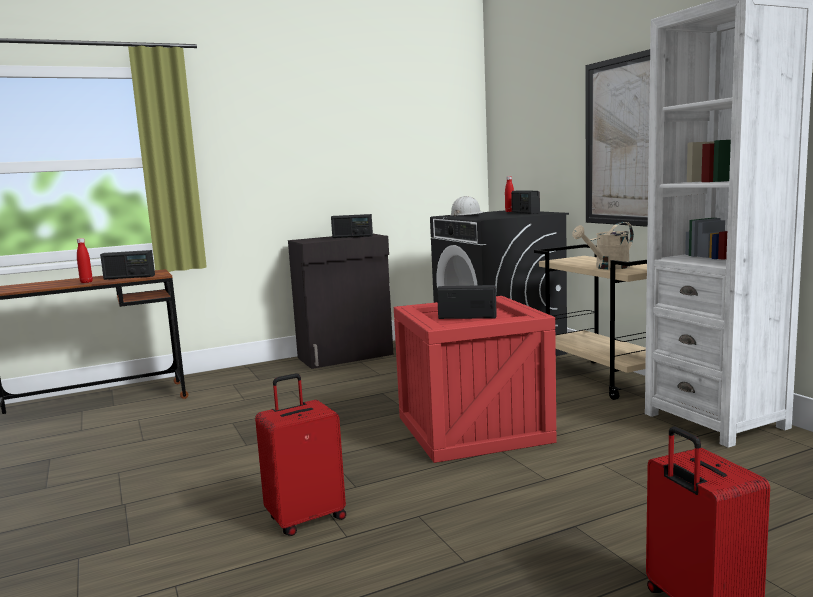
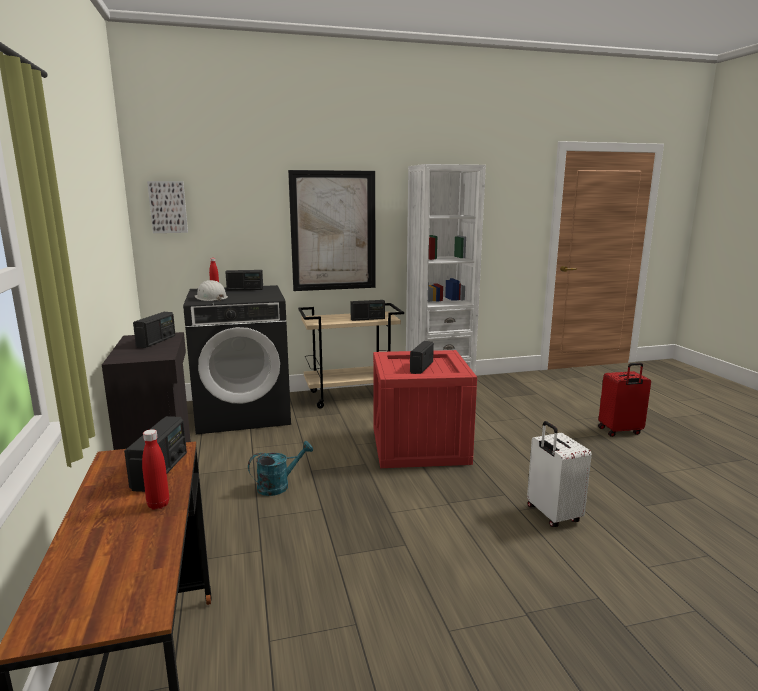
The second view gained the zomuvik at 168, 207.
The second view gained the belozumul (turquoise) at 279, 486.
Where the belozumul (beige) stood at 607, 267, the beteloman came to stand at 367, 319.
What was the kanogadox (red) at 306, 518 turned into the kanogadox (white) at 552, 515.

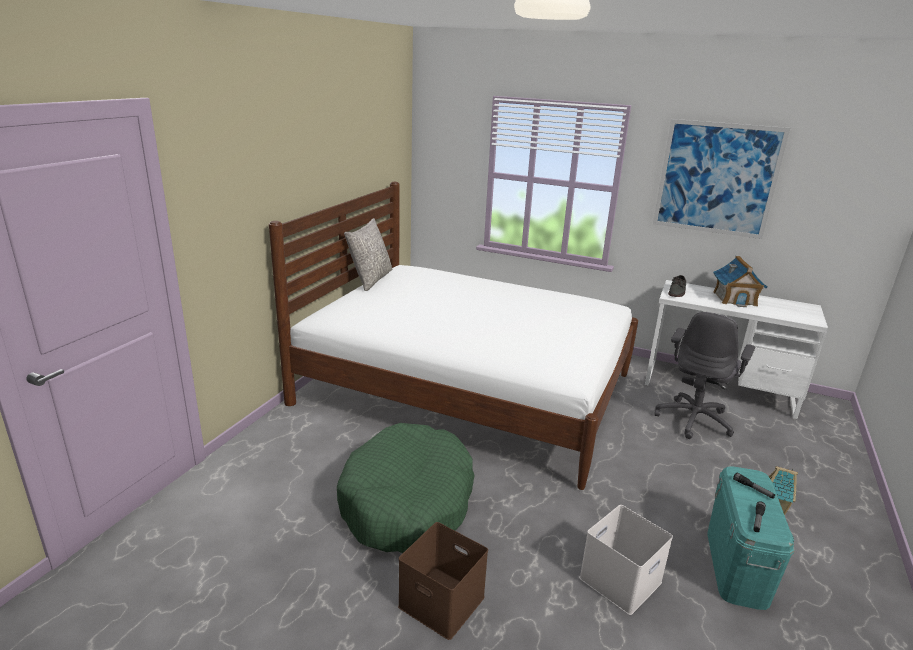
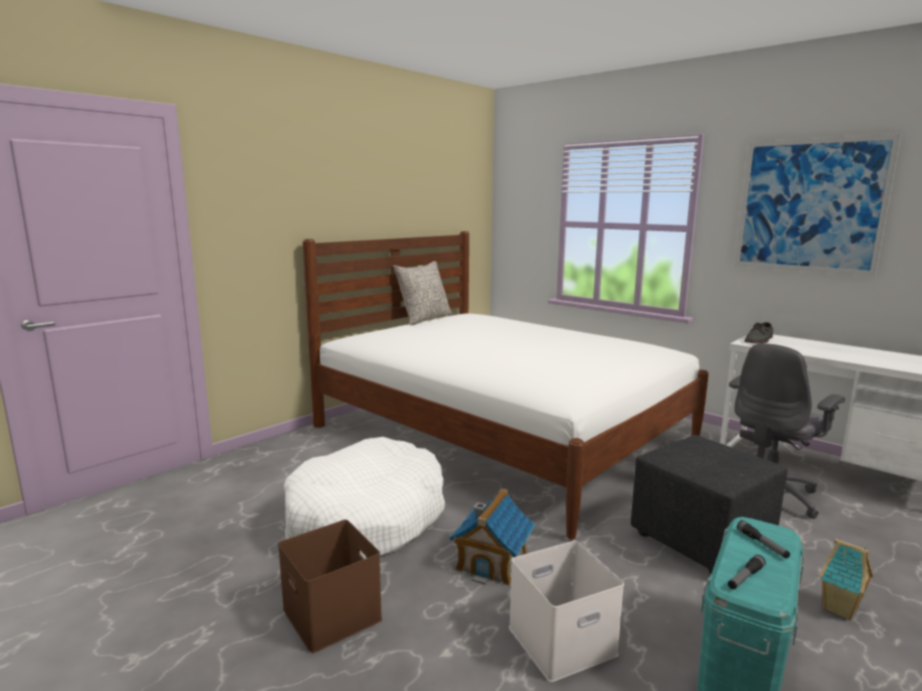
The second view gained the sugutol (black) at 702, 540.
The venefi ended up elsewhere, having gone from 734, 299 to 492, 561.
What was the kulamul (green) at 407, 502 turned into the kulamul (white) at 365, 518.

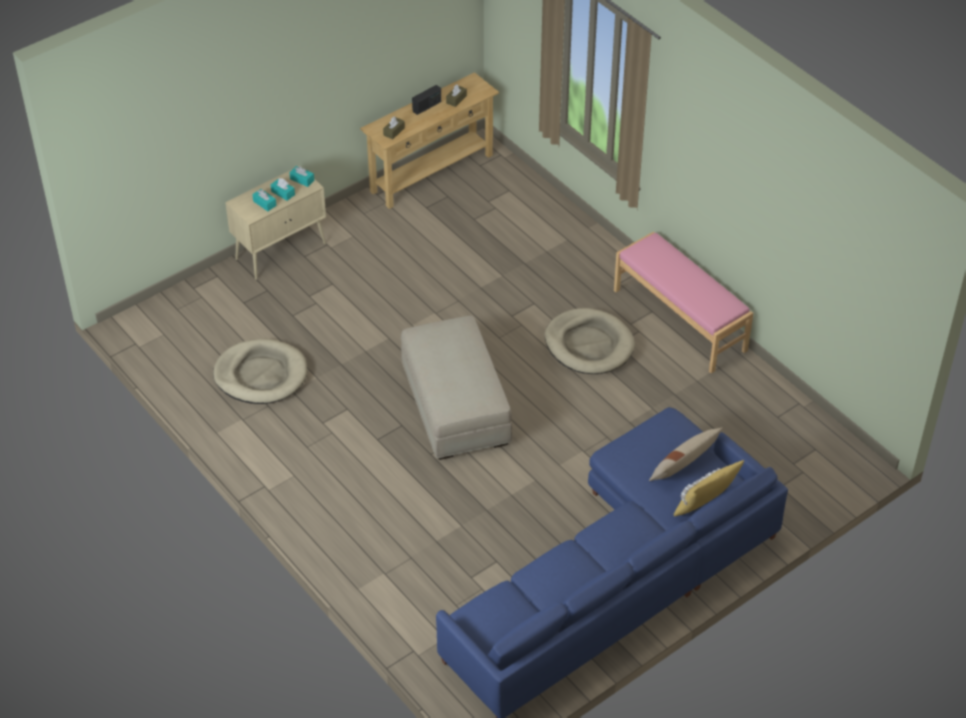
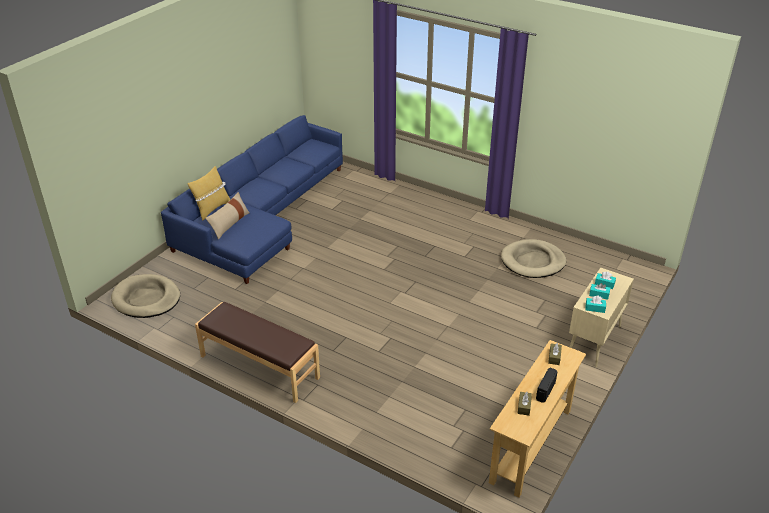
The second view lost the sugutol (beige) at 455, 404.
The kulamul (beige) ended up elsewhere, having gone from 589, 345 to 146, 299.
What was the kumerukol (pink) at 680, 320 turned into the kumerukol (brown) at 259, 367.

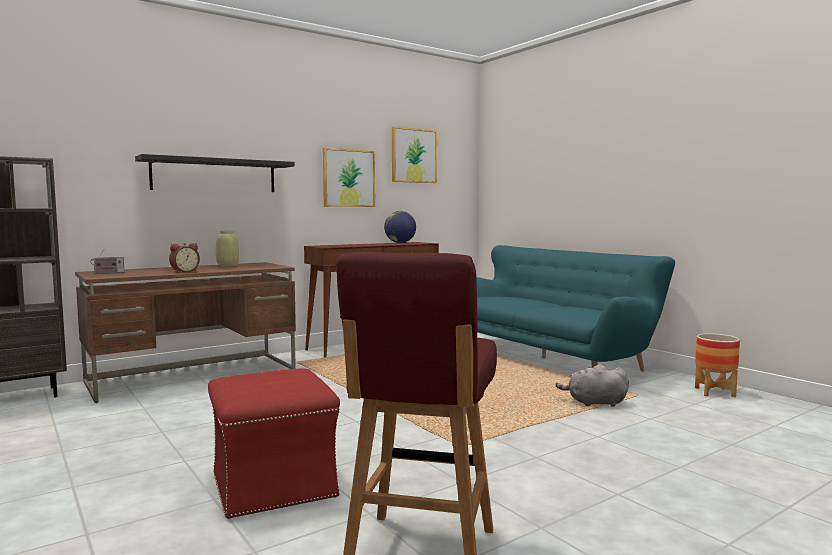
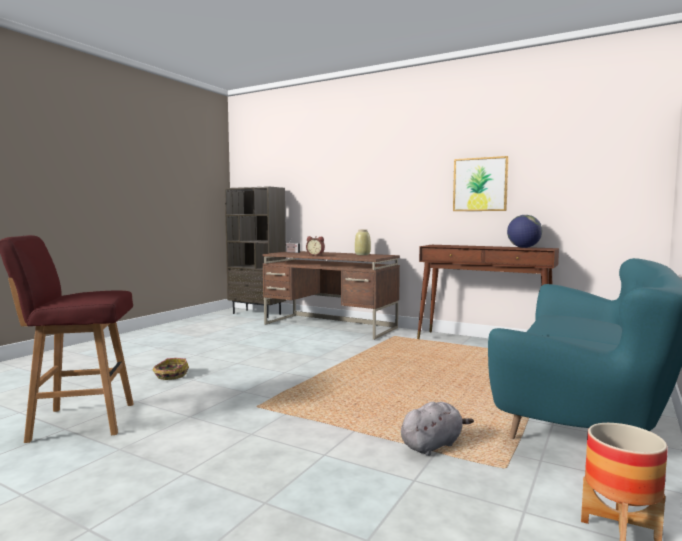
The second view lost the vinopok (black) at 214, 175.
The second view lost the zomuvik at 413, 155.
Where the sugutol (red) stood at 273, 484, the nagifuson came to stand at 170, 375.
The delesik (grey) at 594, 403 ended up facing another way, 75 degrees clockwise from before.

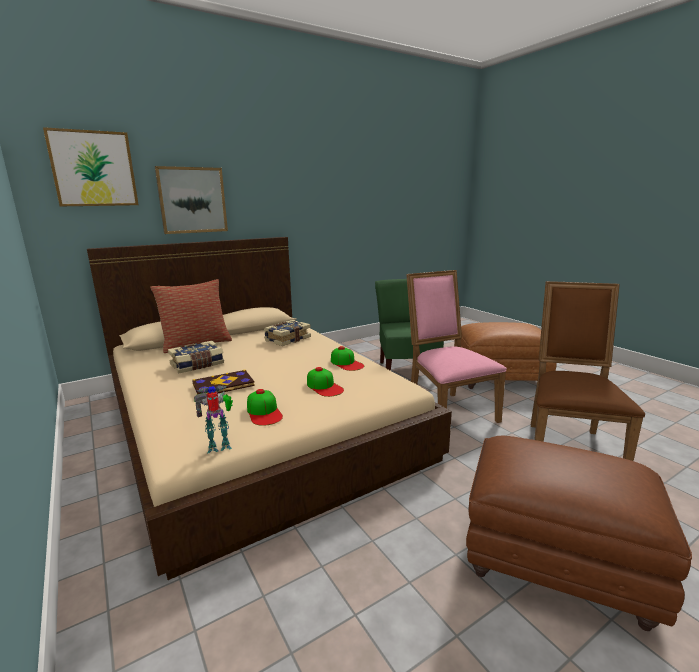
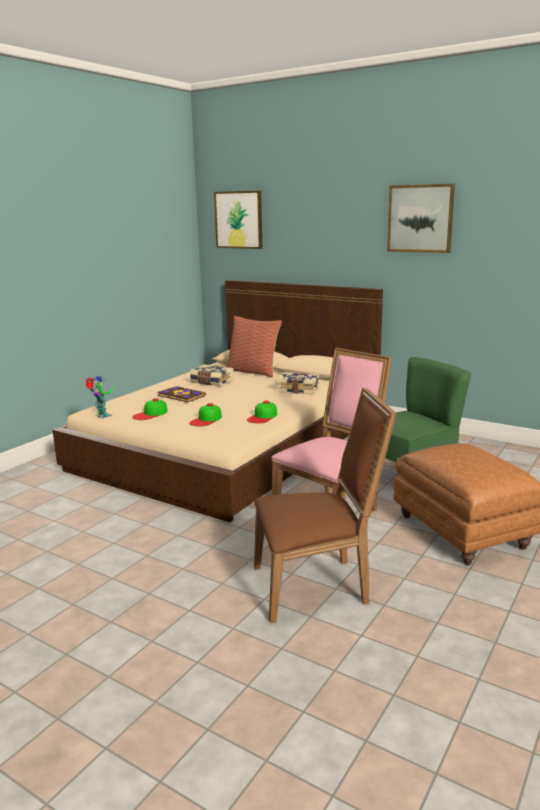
The second view lost the sugutol (brown) at 553, 562.
The zomuvik ended up elsewhere, having gone from 192, 200 to 420, 218.

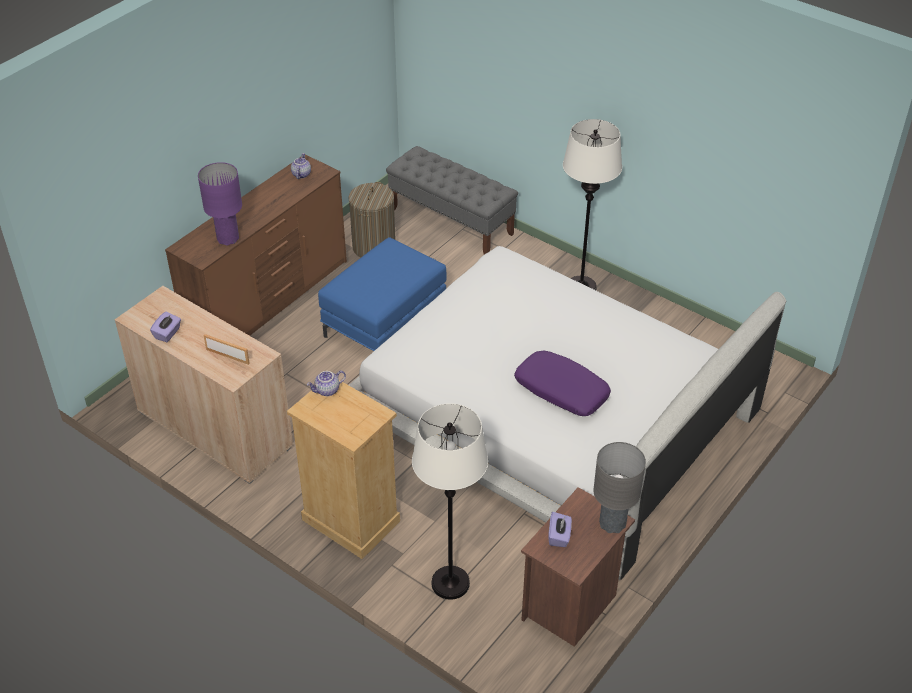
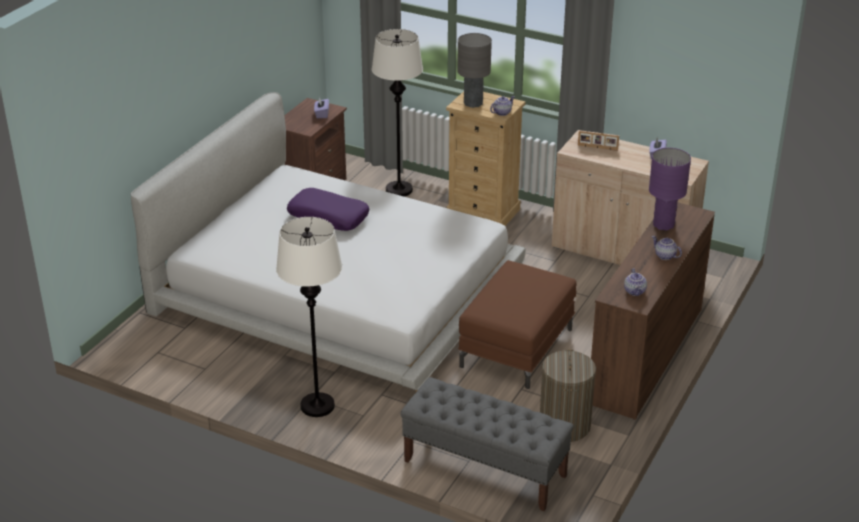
The second view gained the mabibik at 664, 256.
The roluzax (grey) ended up elsewhere, having gone from 612, 523 to 473, 103.
What was the sugutol (blue) at 385, 323 turned into the sugutol (brown) at 516, 347.

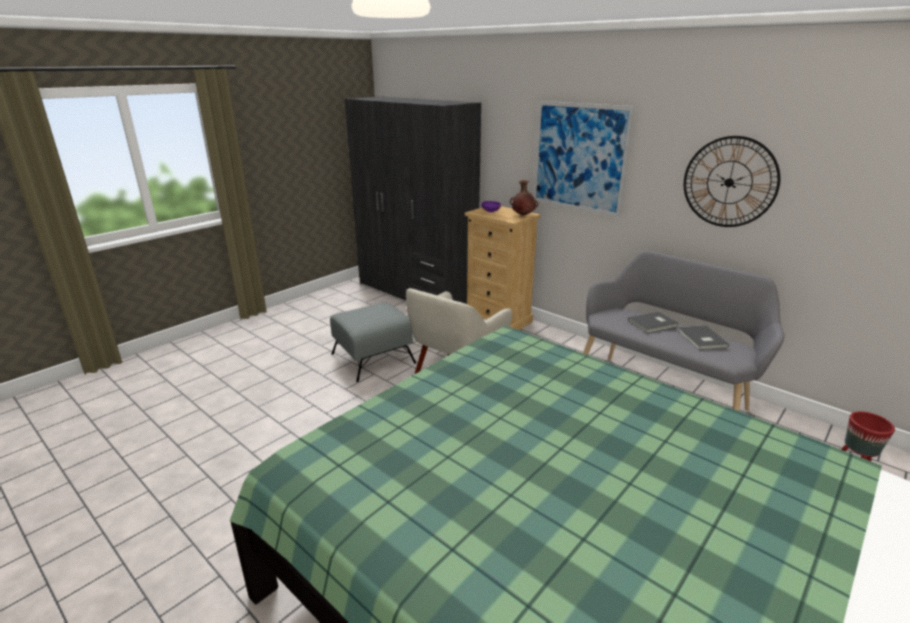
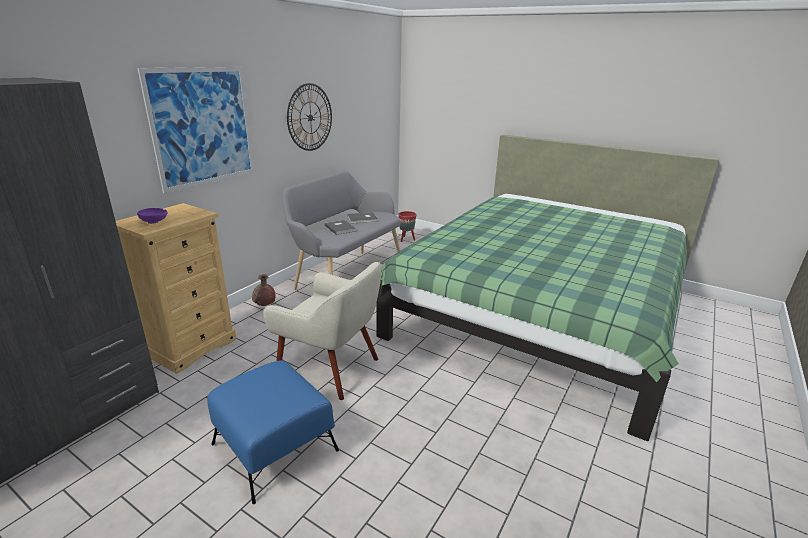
The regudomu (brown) ended up elsewhere, having gone from 522, 215 to 264, 305.
What was the sugutol (grey) at 374, 358 turned into the sugutol (blue) at 275, 446.

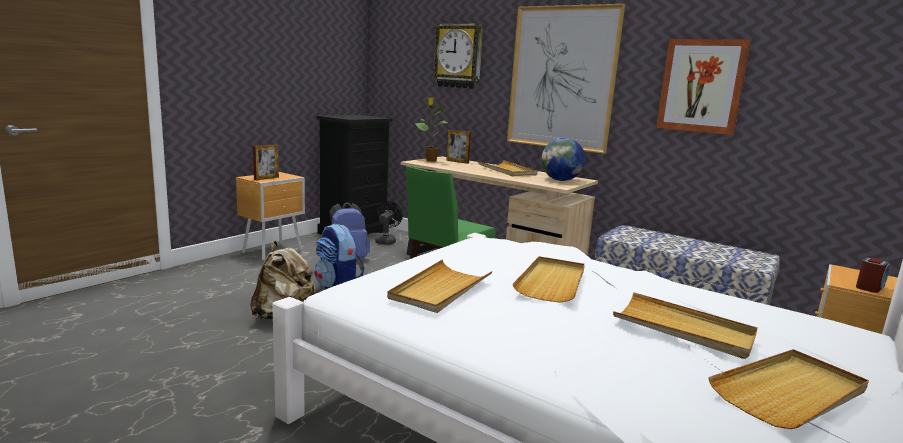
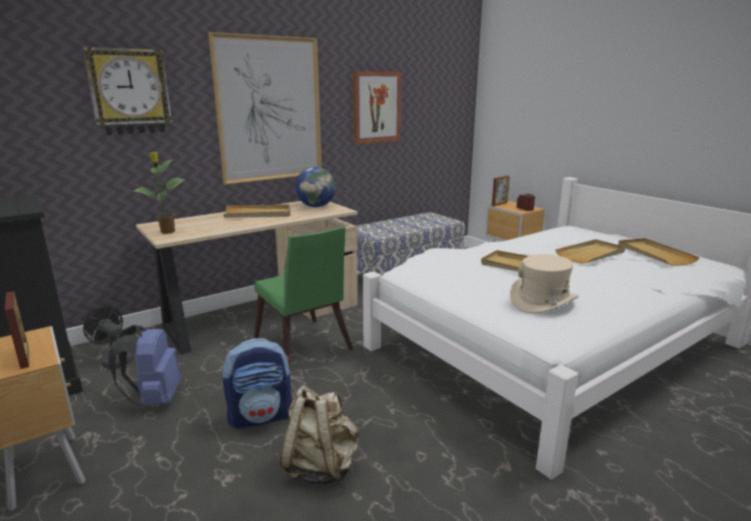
The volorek ended up elsewhere, having gone from 457, 161 to 499, 204.
Where the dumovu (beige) stood at 440, 289, the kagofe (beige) came to stand at 543, 301.

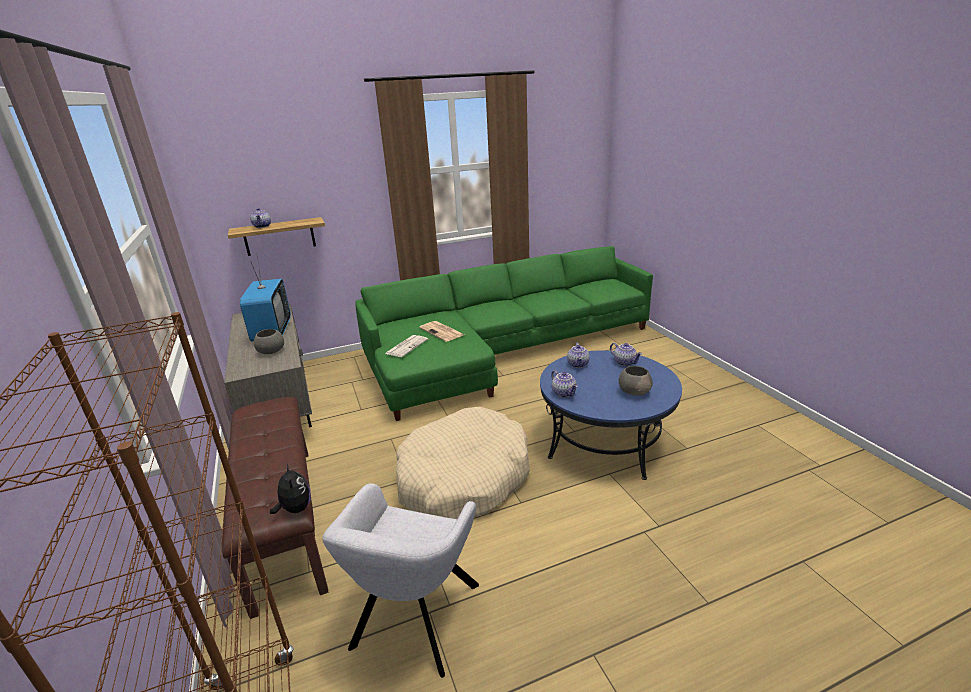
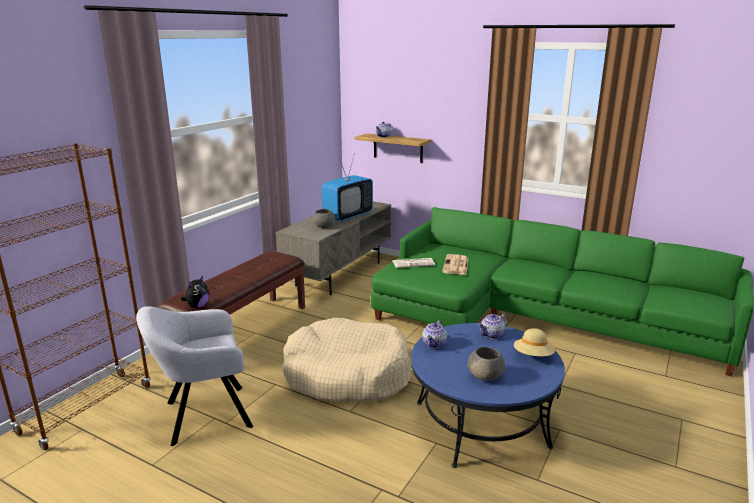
Where the mabibik stood at 625, 362, the kagofe (beige) came to stand at 533, 356.

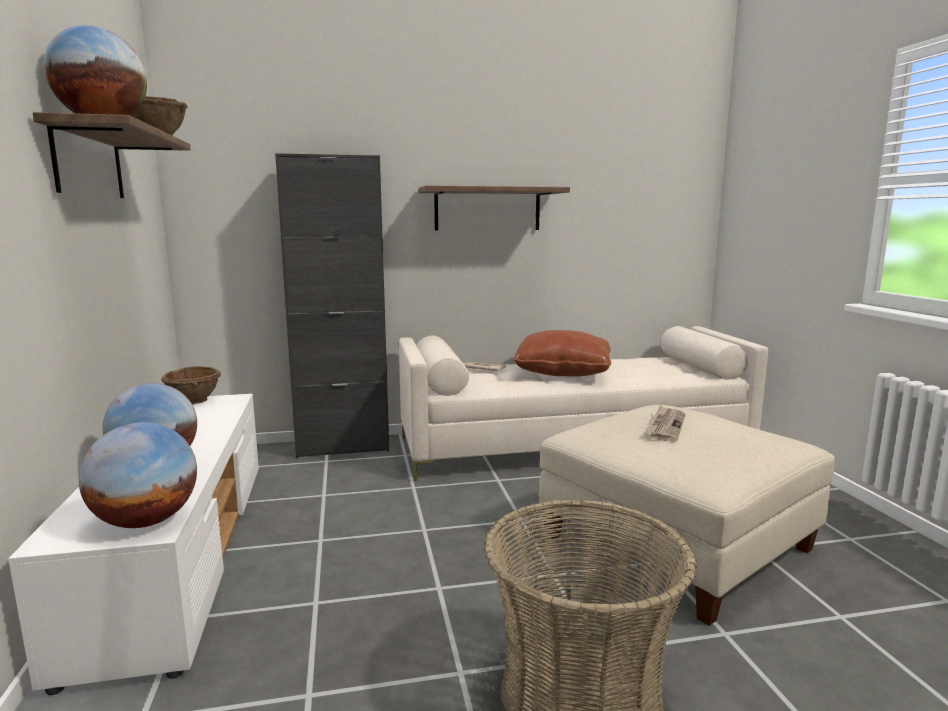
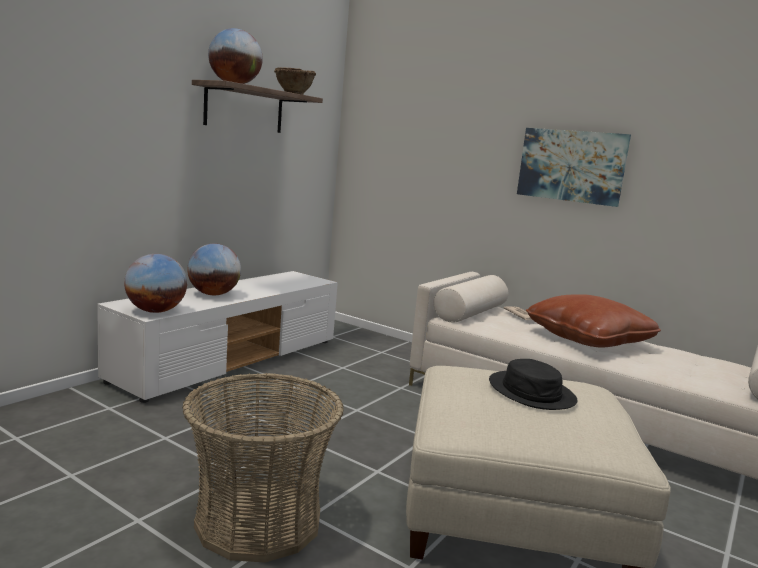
The second view lost the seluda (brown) at 194, 401.
The second view lost the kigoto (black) at 343, 447.
Where the vinopok hung at 487, 209, the zomuvik came to hang at 571, 166.
Where the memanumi stood at 665, 426, the kagofe (black) came to stand at 531, 392.

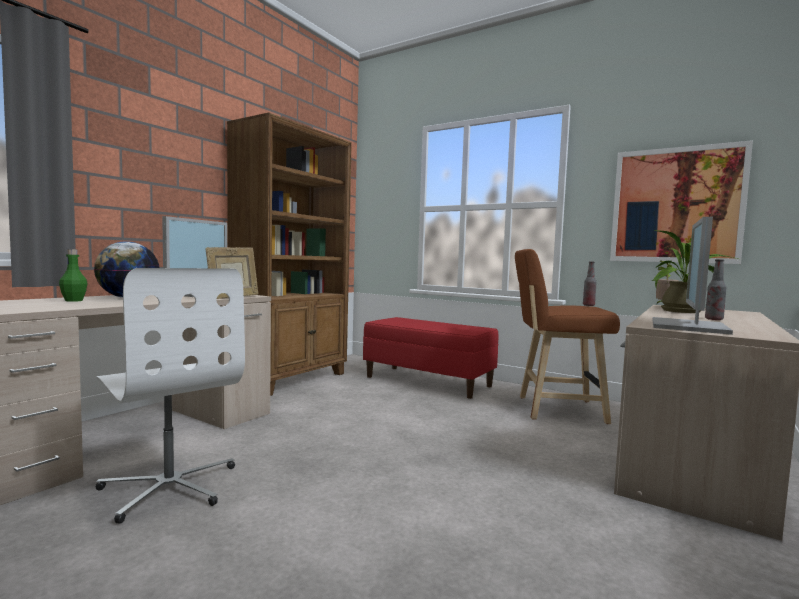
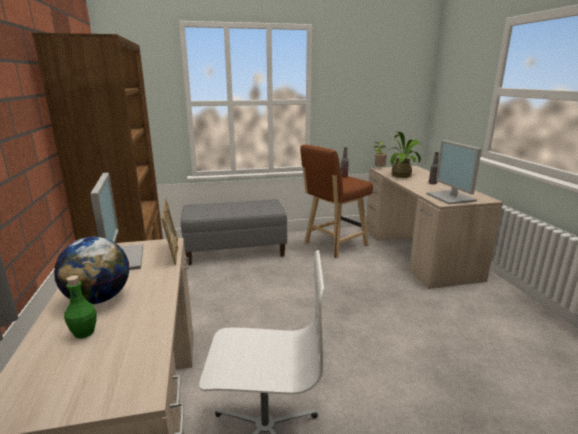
The second view lost the zomuvik at 676, 205.
What was the kumerukol (red) at 428, 381 turned into the kumerukol (grey) at 235, 251.

